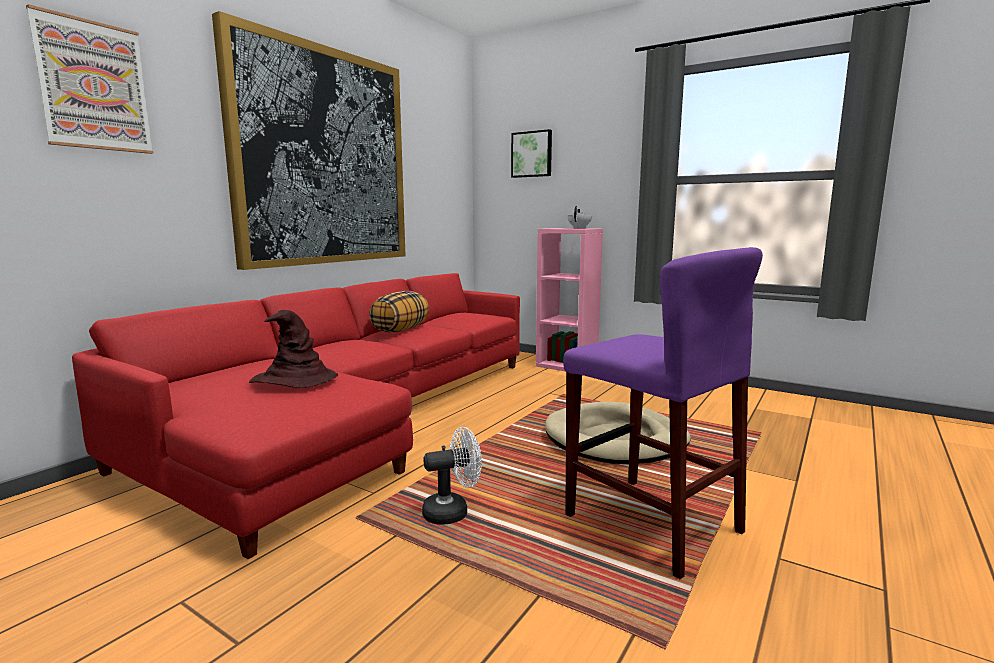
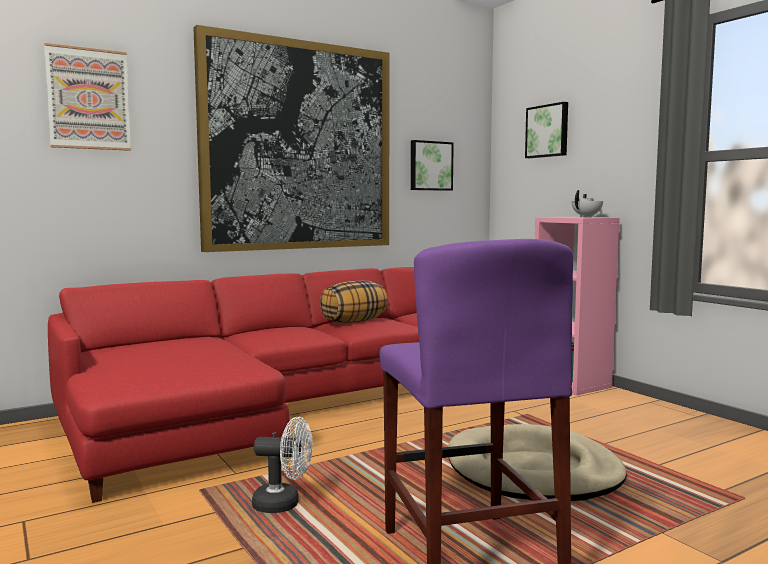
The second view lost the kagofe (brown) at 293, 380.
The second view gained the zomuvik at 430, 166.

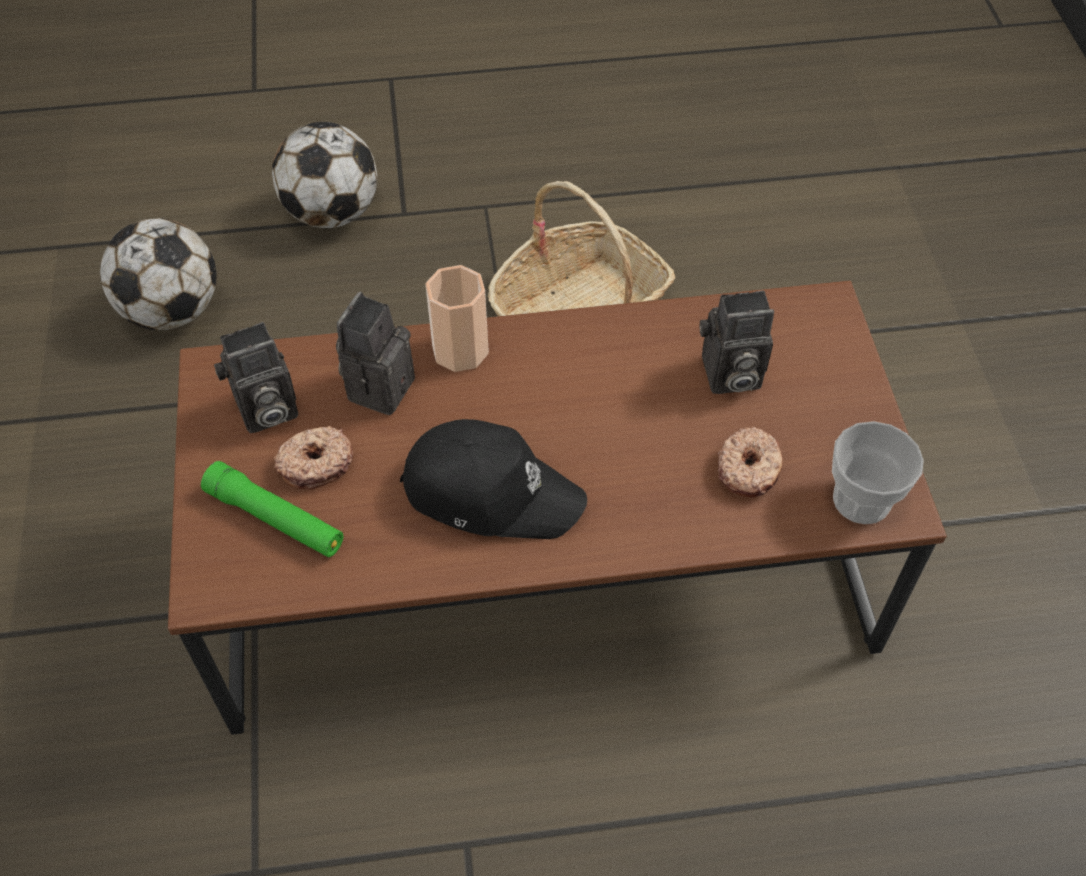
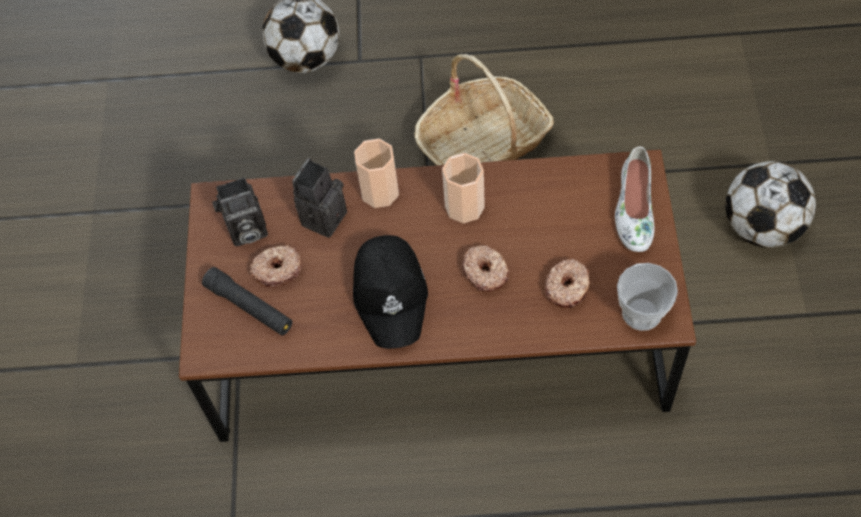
The second view lost the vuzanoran at 728, 376.
The second view gained the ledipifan at 464, 206.
The second view gained the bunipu at 485, 272.
The second view gained the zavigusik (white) at 634, 209.
The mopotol ended up elsewhere, having gone from 172, 311 to 761, 227.
What was the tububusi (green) at 276, 519 turned into the tububusi (black) at 249, 307.
The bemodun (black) at 490, 491 ended up facing another way, 60 degrees clockwise from before.

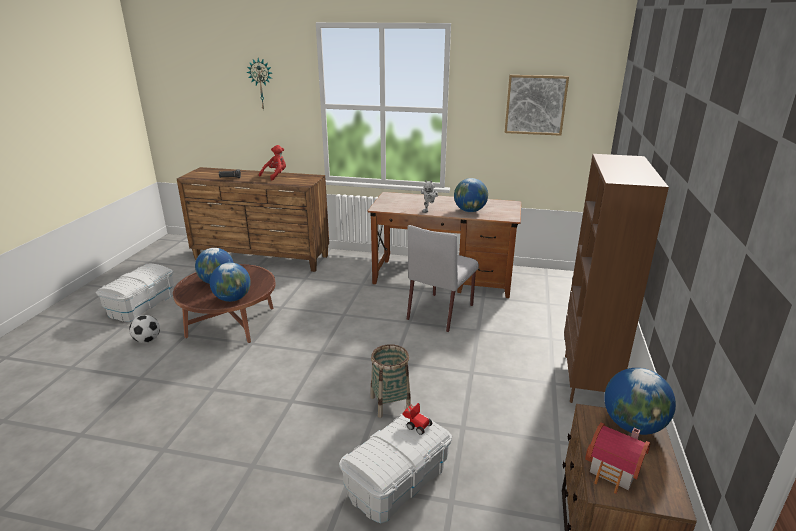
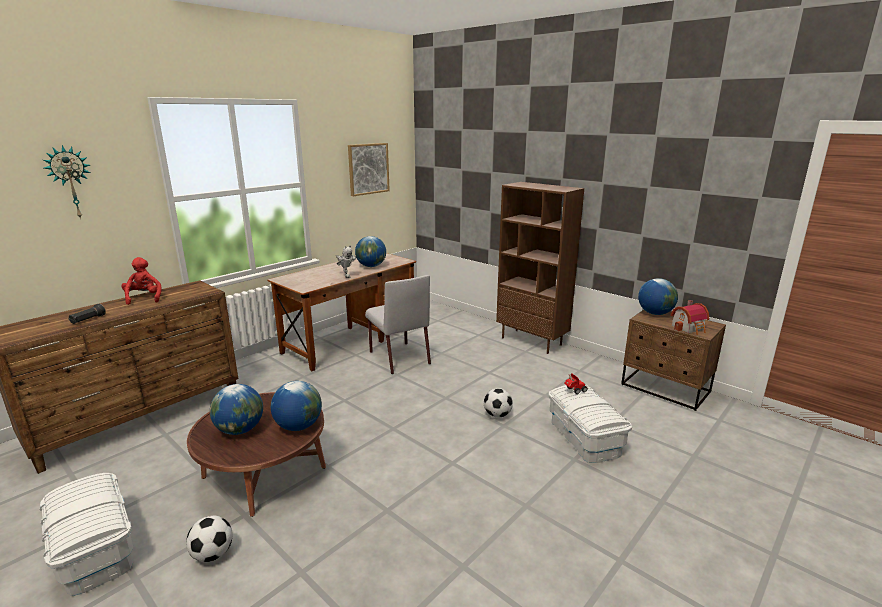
Where the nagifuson stood at 390, 403, the mopotol came to stand at 497, 415.

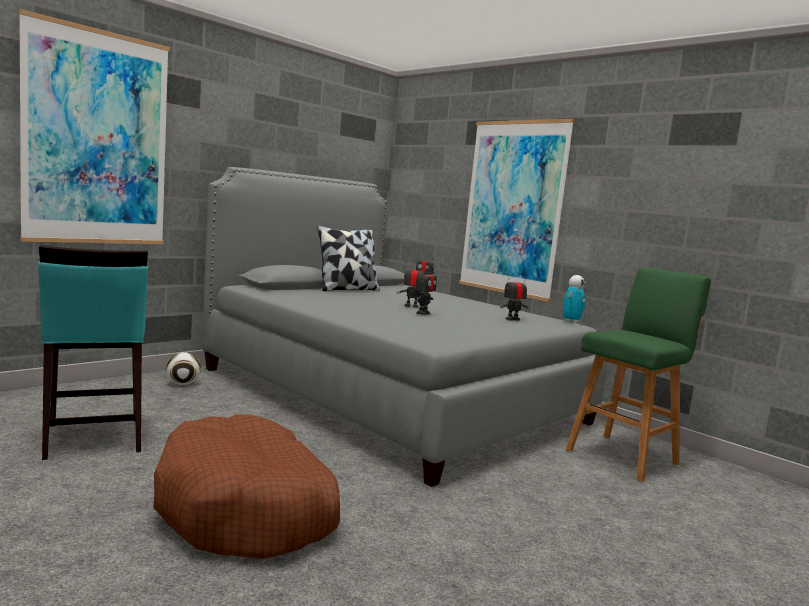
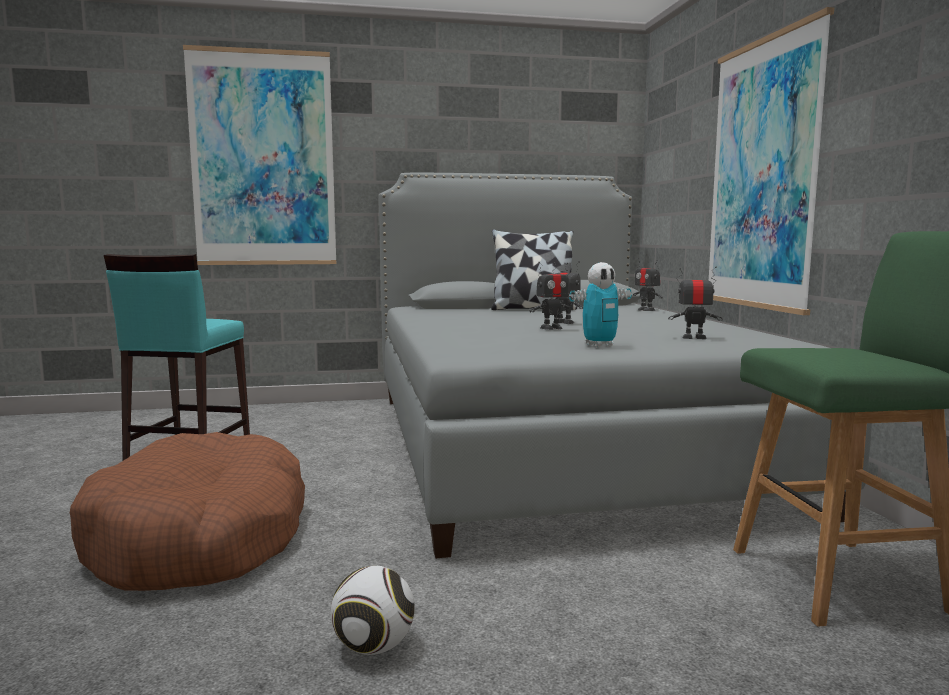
The mopotol ended up elsewhere, having gone from 182, 384 to 373, 647.
The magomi ended up elsewhere, having gone from 571, 321 to 599, 345.

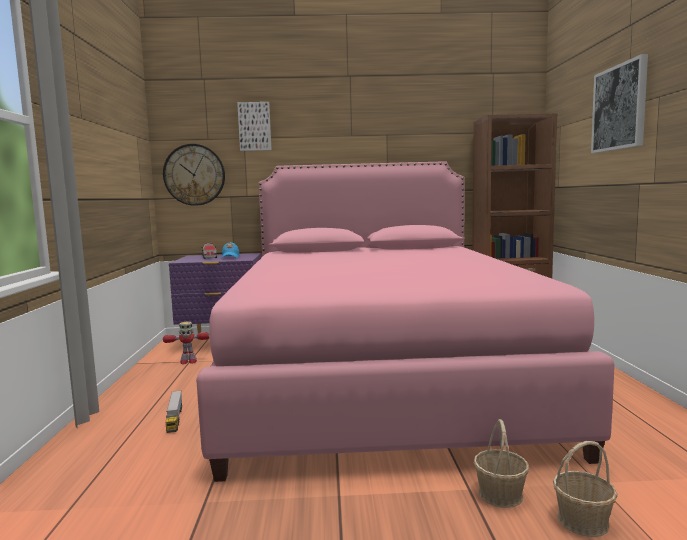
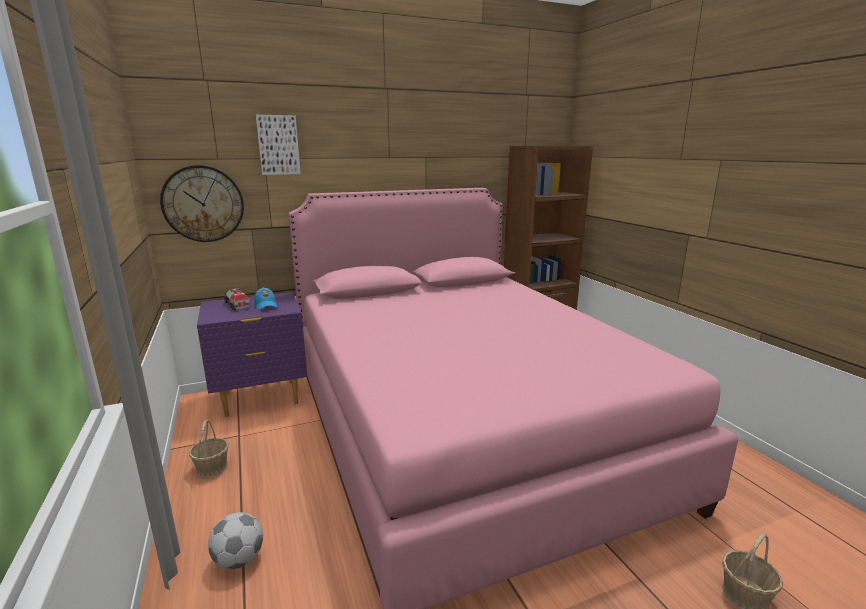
The second view lost the magomi at 188, 362.
The second view lost the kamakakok at 175, 418.
The second view lost the zomuvik at 619, 107.
The second view gained the mopotol at 239, 560.
The nagifuson ended up elsewhere, having gone from 500, 494 to 212, 468.

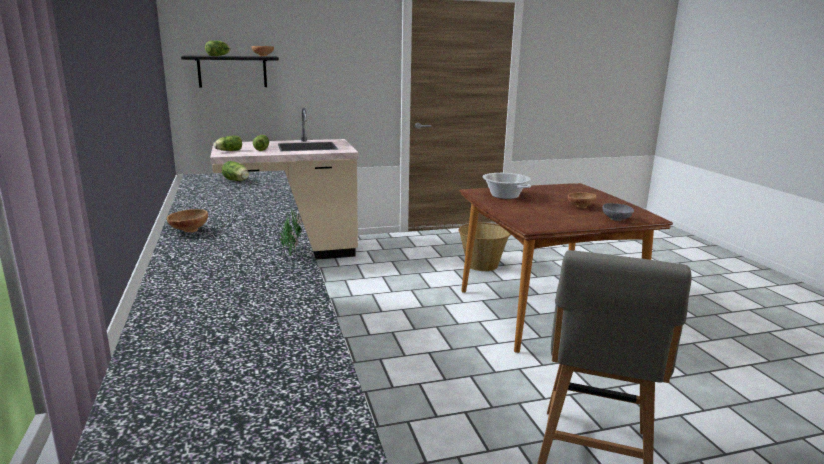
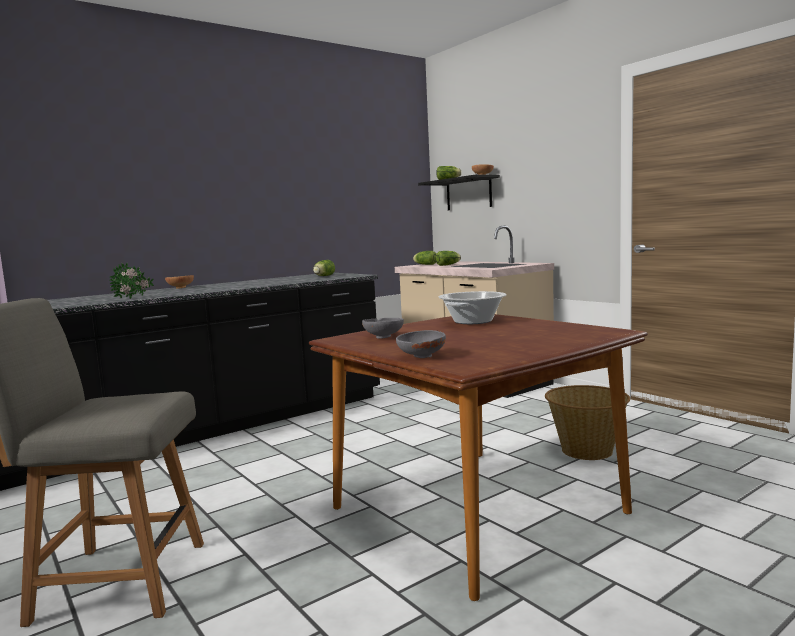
The second view lost the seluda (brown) at 580, 206.
The second view gained the seluda (grey) at 384, 337.

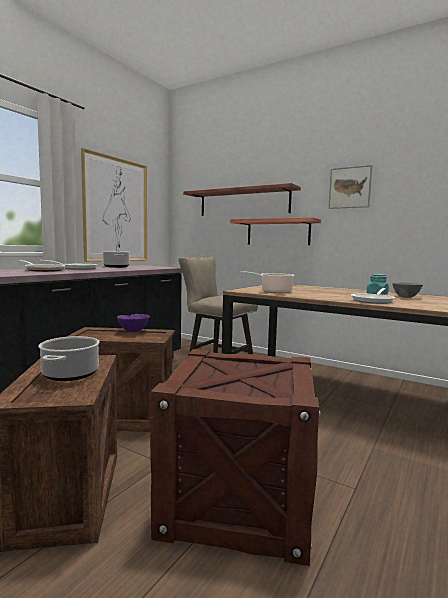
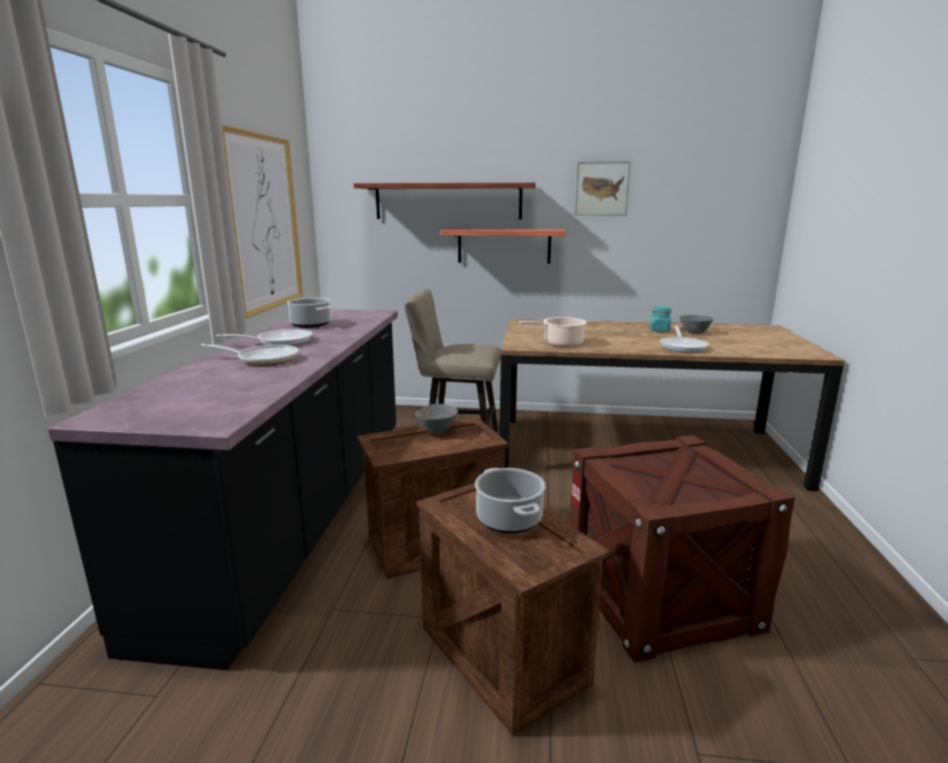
What was the seluda (purple) at 133, 331 turned into the seluda (grey) at 436, 430.

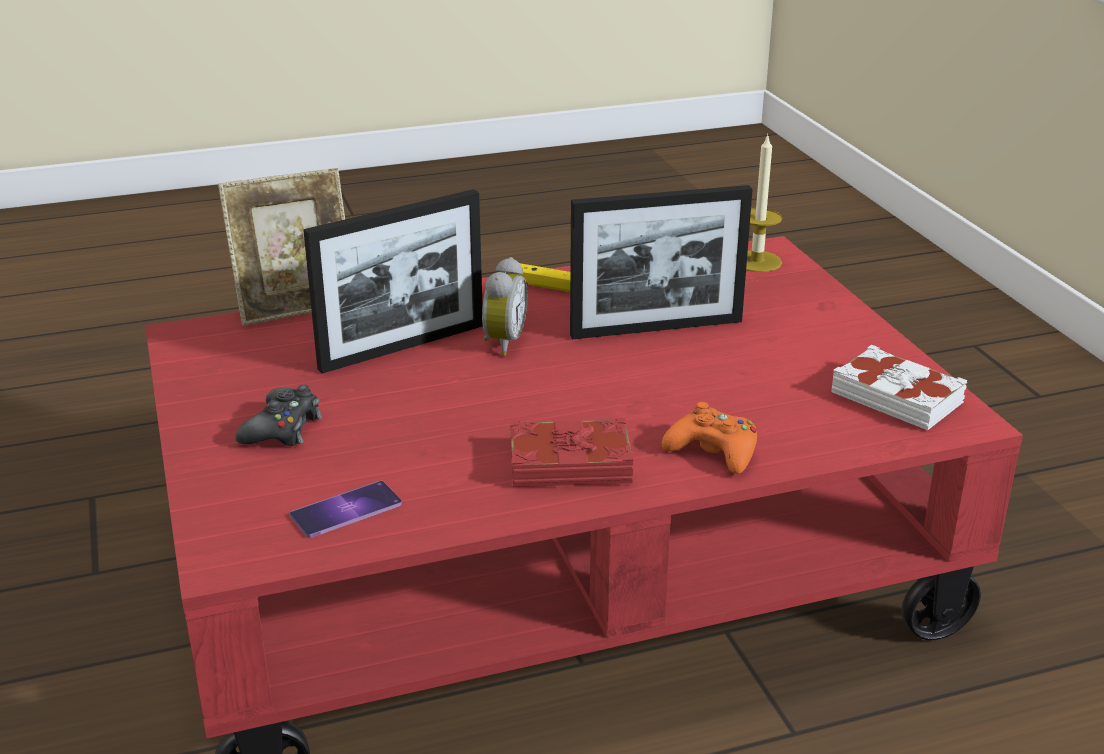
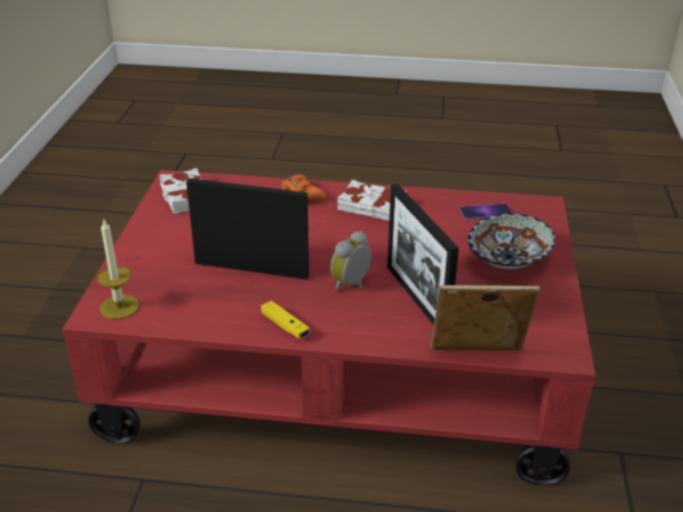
Where the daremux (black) stood at 282, 429, the seluda came to stand at 507, 260.
What was the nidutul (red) at 569, 463 turned into the nidutul (white) at 371, 207.
The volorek at 402, 347 ended up facing another way, 105 degrees counterclockwise from before.

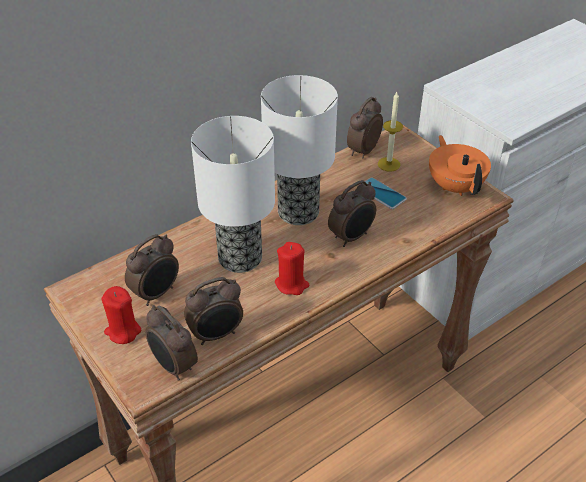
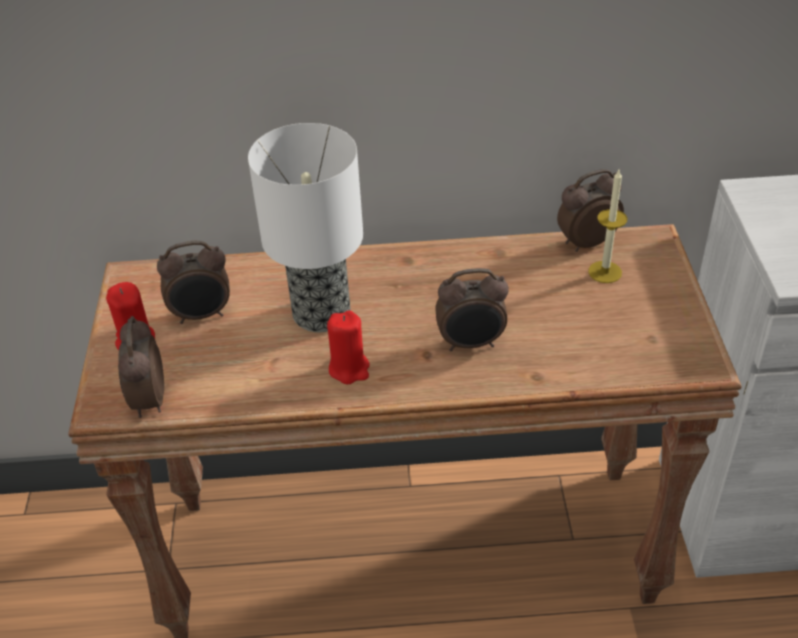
The second view lost the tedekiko at 216, 334.
The second view lost the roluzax at 299, 213.
The second view lost the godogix at 381, 194.
The second view lost the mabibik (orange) at 455, 186.

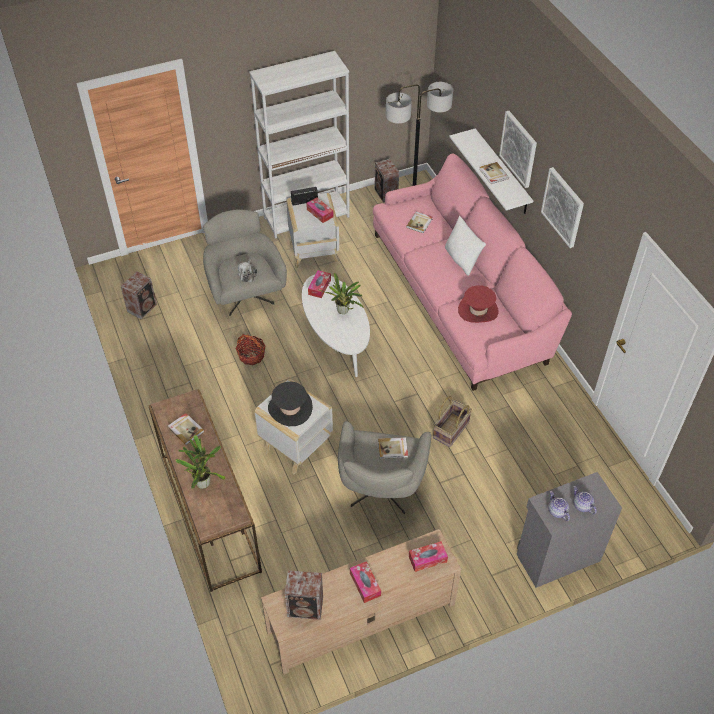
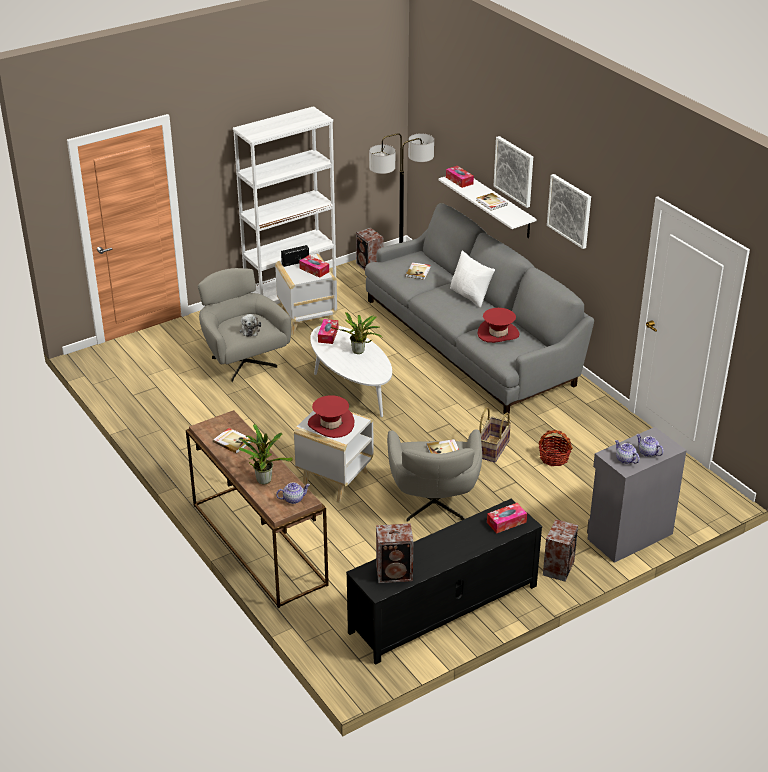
The second view gained the mabibik at 293, 499.
The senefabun ended up elsewhere, having gone from 143, 307 to 559, 567.
The nagifuson ended up elsewhere, having gone from 251, 355 to 554, 458.
The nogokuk ended up elsewhere, having gone from 365, 584 to 459, 180.
What was the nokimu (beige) at 361, 618 turned into the nokimu (black) at 443, 609.
What was the kagofe (black) at 290, 408 turned into the kagofe (red) at 331, 424.
What was the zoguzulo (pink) at 460, 296 turned into the zoguzulo (grey) at 471, 341.

